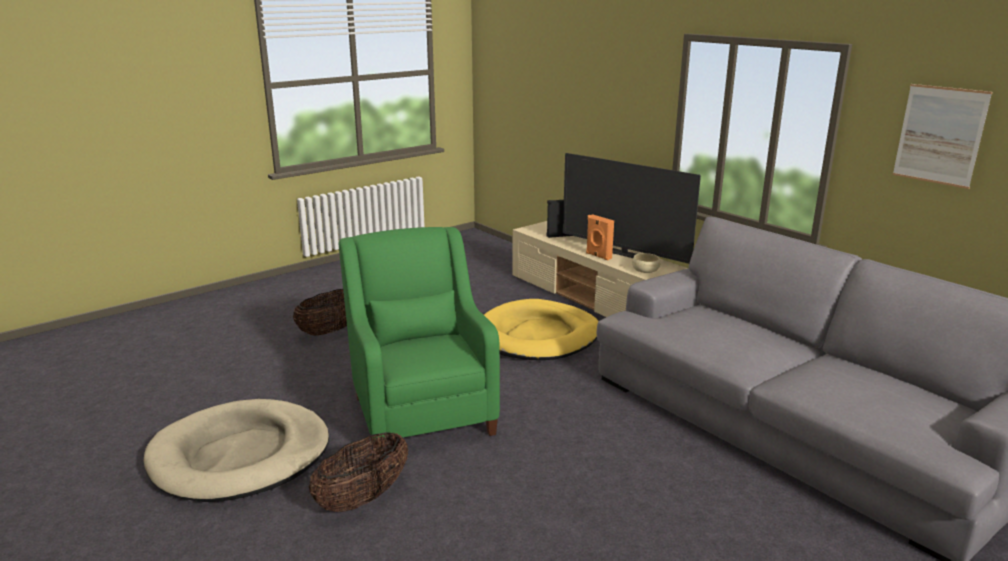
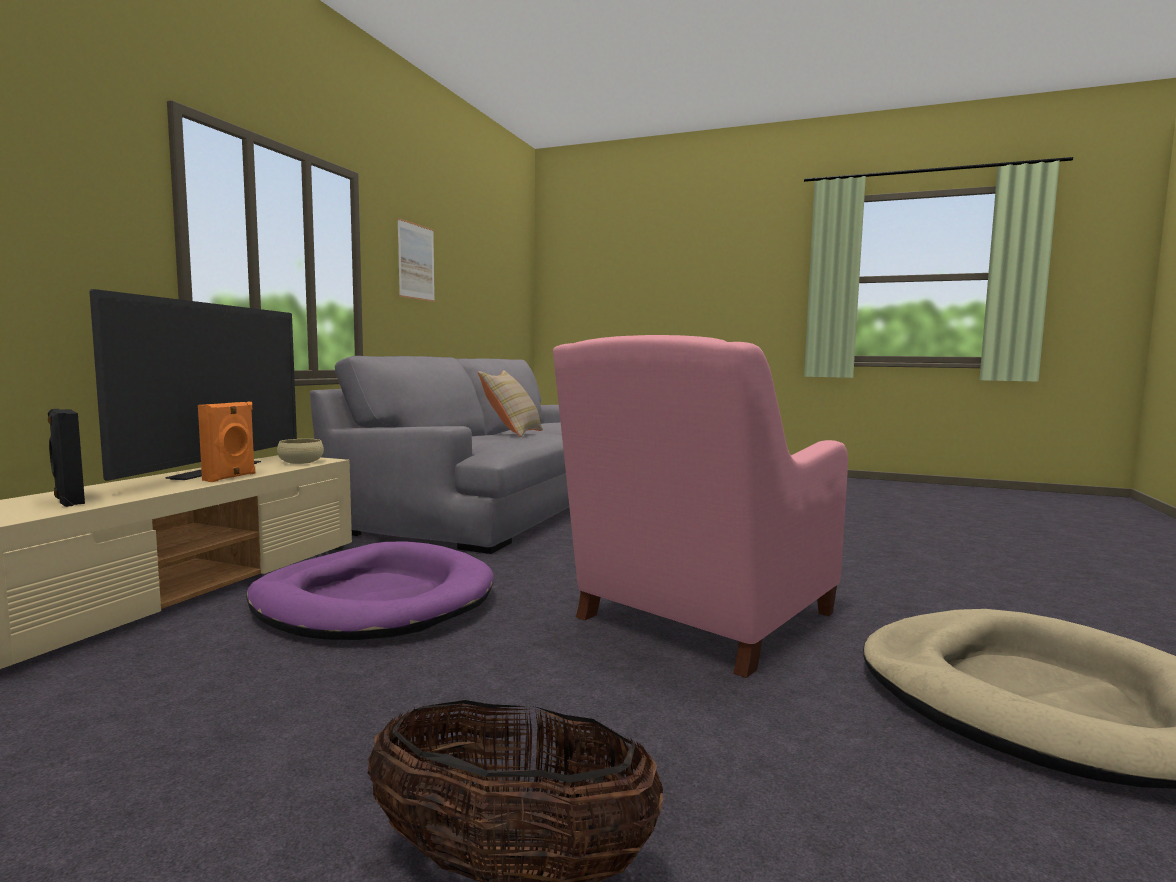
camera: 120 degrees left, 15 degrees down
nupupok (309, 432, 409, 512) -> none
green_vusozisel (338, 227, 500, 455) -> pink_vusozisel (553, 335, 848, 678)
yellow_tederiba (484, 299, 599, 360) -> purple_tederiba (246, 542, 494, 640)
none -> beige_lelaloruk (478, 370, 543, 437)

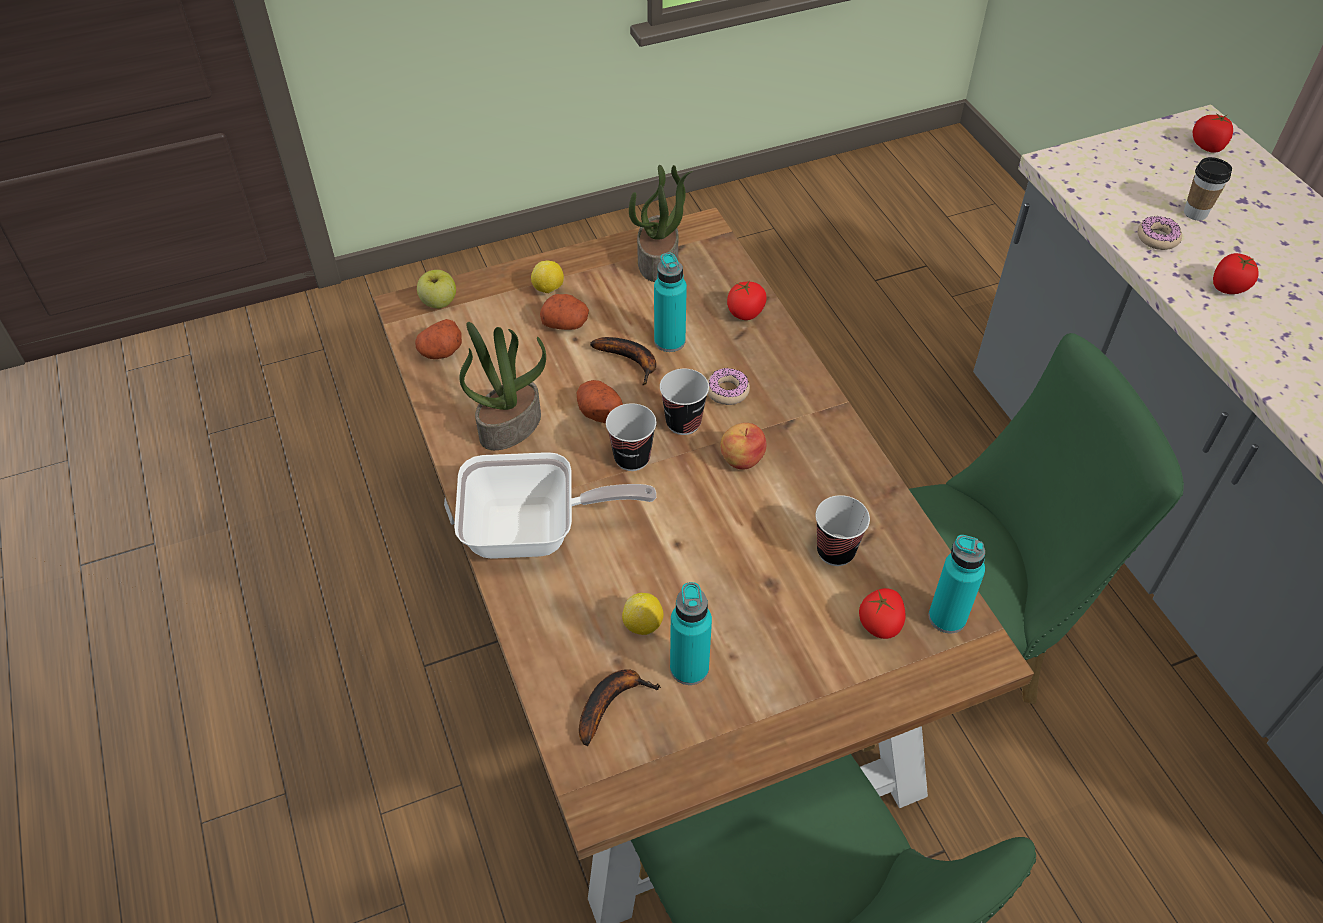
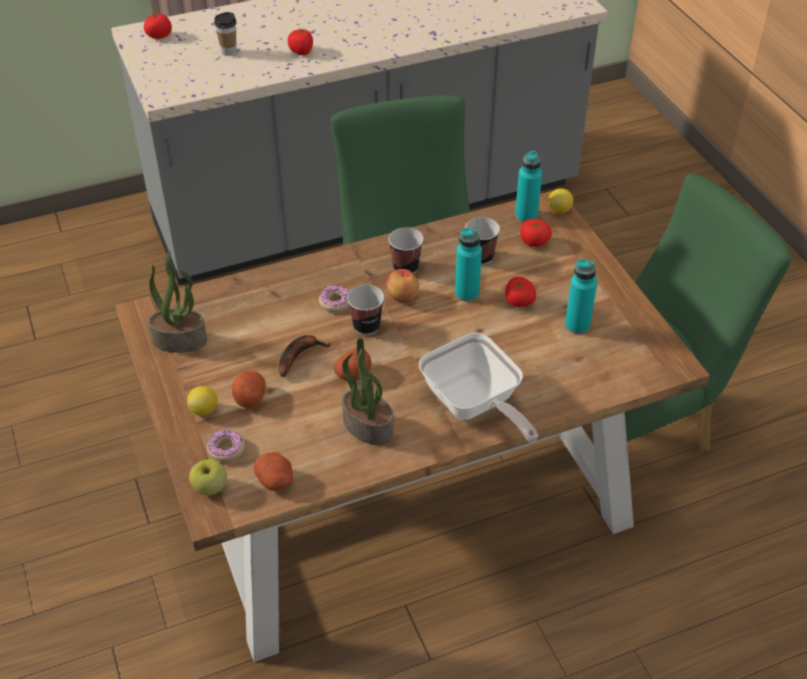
camera: 90 degrees left, 5 degrees down
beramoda (454, 452, 656, 559) -> beramoda (419, 333, 538, 442), 150 degrees clockwise
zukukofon (579, 669, 661, 746) -> none
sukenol (606, 403, 657, 471) -> sukenol (388, 227, 424, 274), shifted
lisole (622, 593, 664, 635) -> lisole (548, 188, 573, 214), shifted
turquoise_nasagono (654, 252, 687, 352) -> turquoise_nasagono (455, 228, 482, 302), shifted
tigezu (727, 281, 767, 320) -> tigezu (505, 277, 536, 307), shifted
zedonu (1138, 216, 1182, 250) -> zedonu (207, 430, 245, 462), shifted

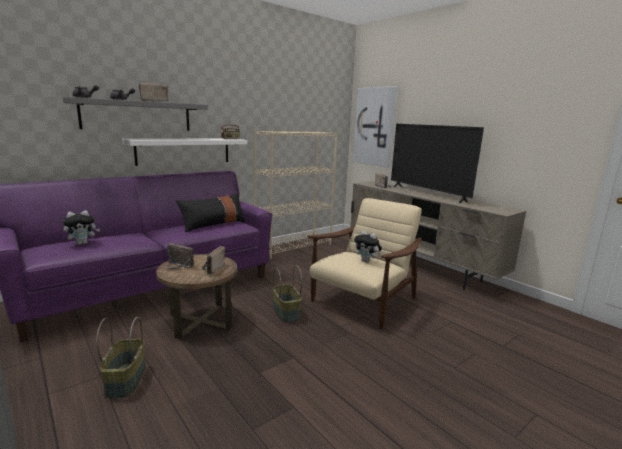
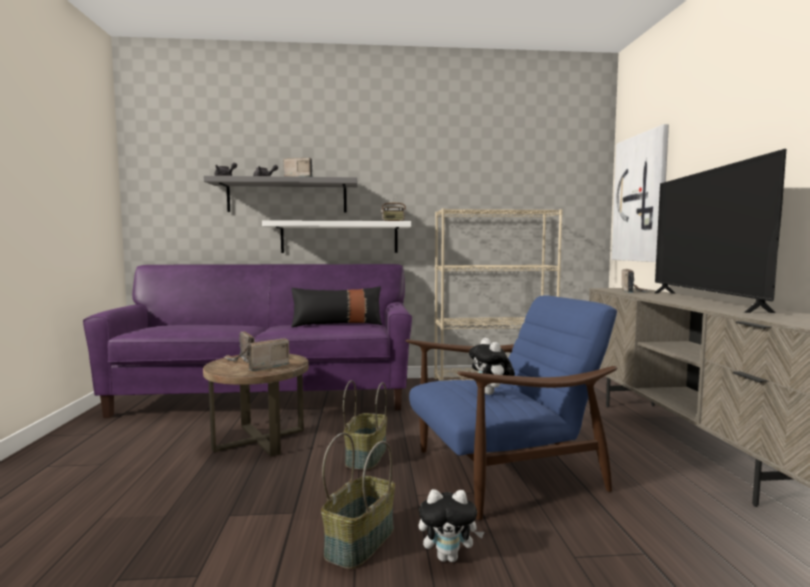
camera: 35 degrees right, 10 degrees down
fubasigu (63, 210, 100, 245) -> fubasigu (419, 489, 484, 562), shifted
nupupok (96, 317, 146, 398) -> nupupok (321, 433, 395, 569), shifted
beige_vusozisel (307, 198, 422, 329) -> blue_vusozisel (406, 295, 617, 520)

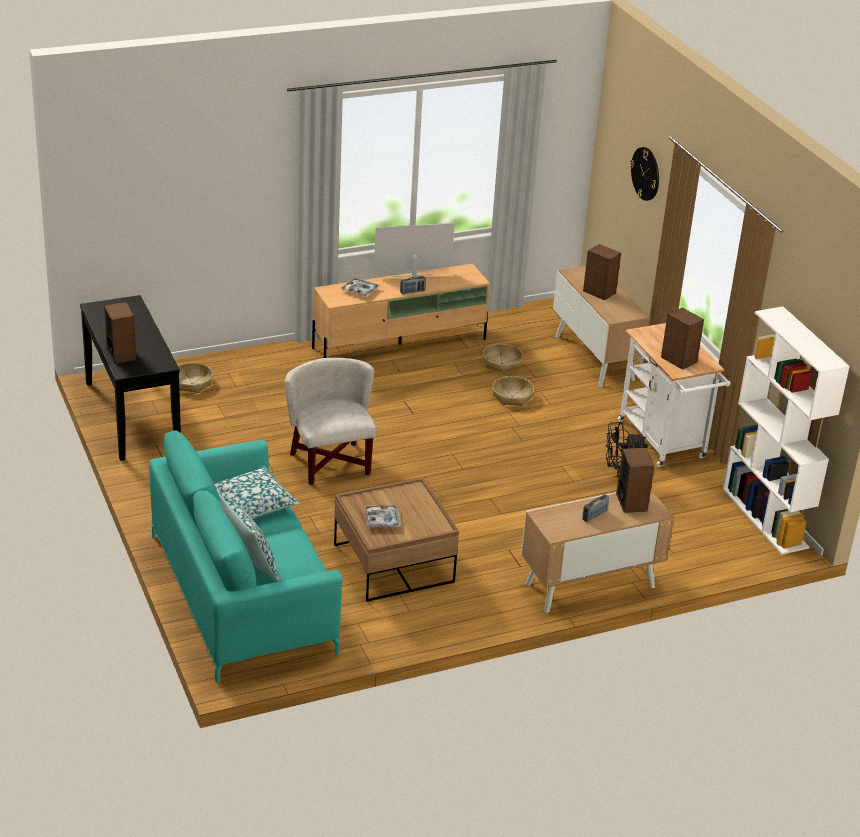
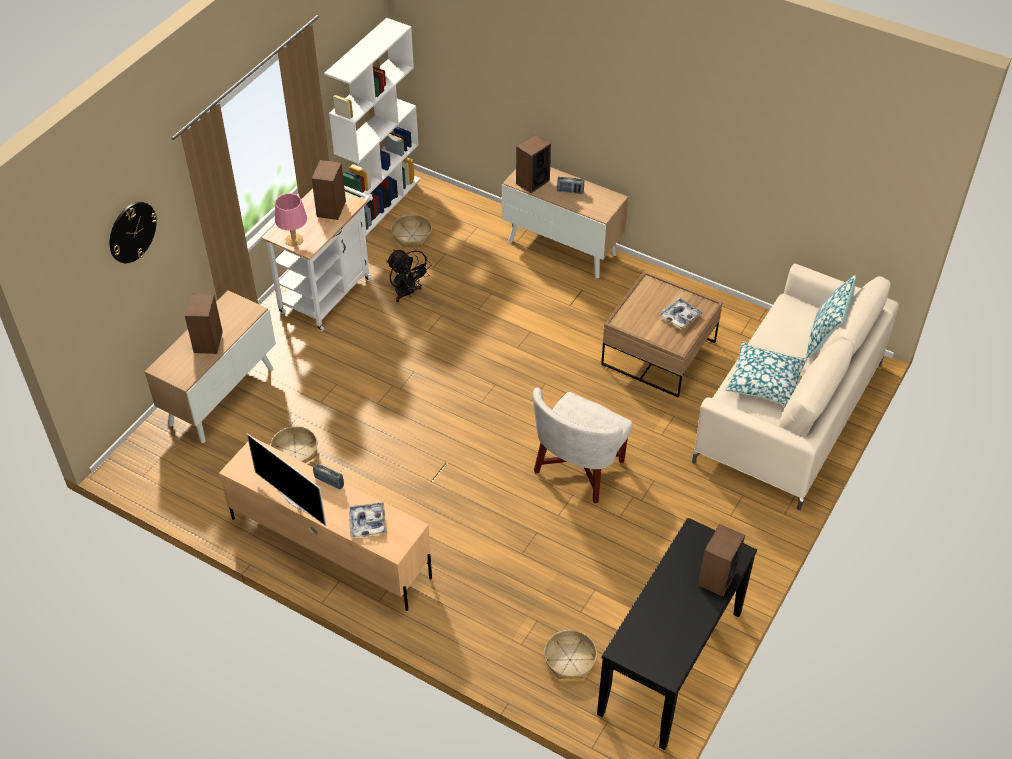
camera: 125 degrees left, 15 degrees up
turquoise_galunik (149, 431, 343, 682) -> beige_galunik (692, 264, 899, 510)
nupupok (493, 376, 534, 406) -> nupupok (391, 214, 432, 248), shifted
none -> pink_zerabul (275, 193, 307, 247)

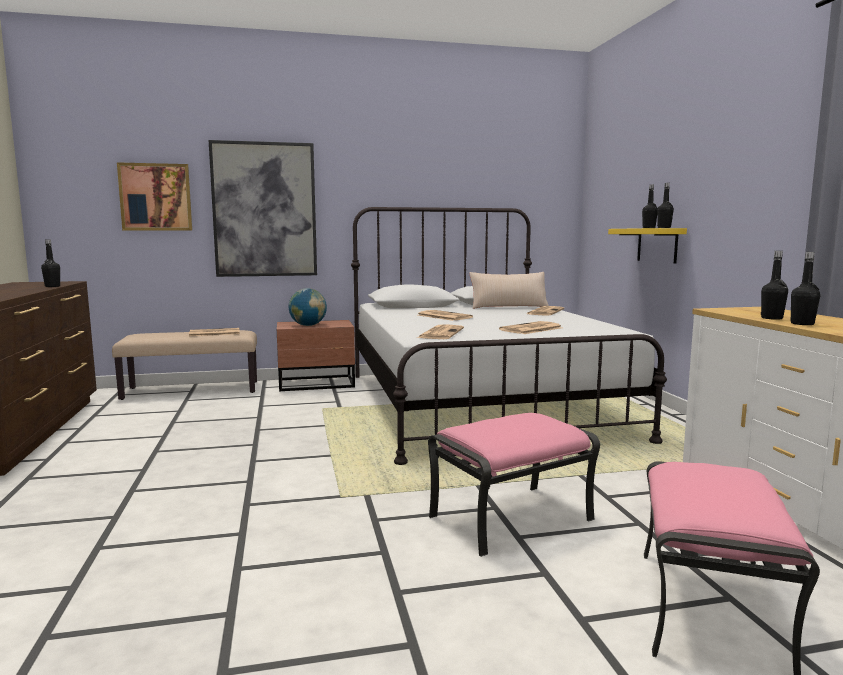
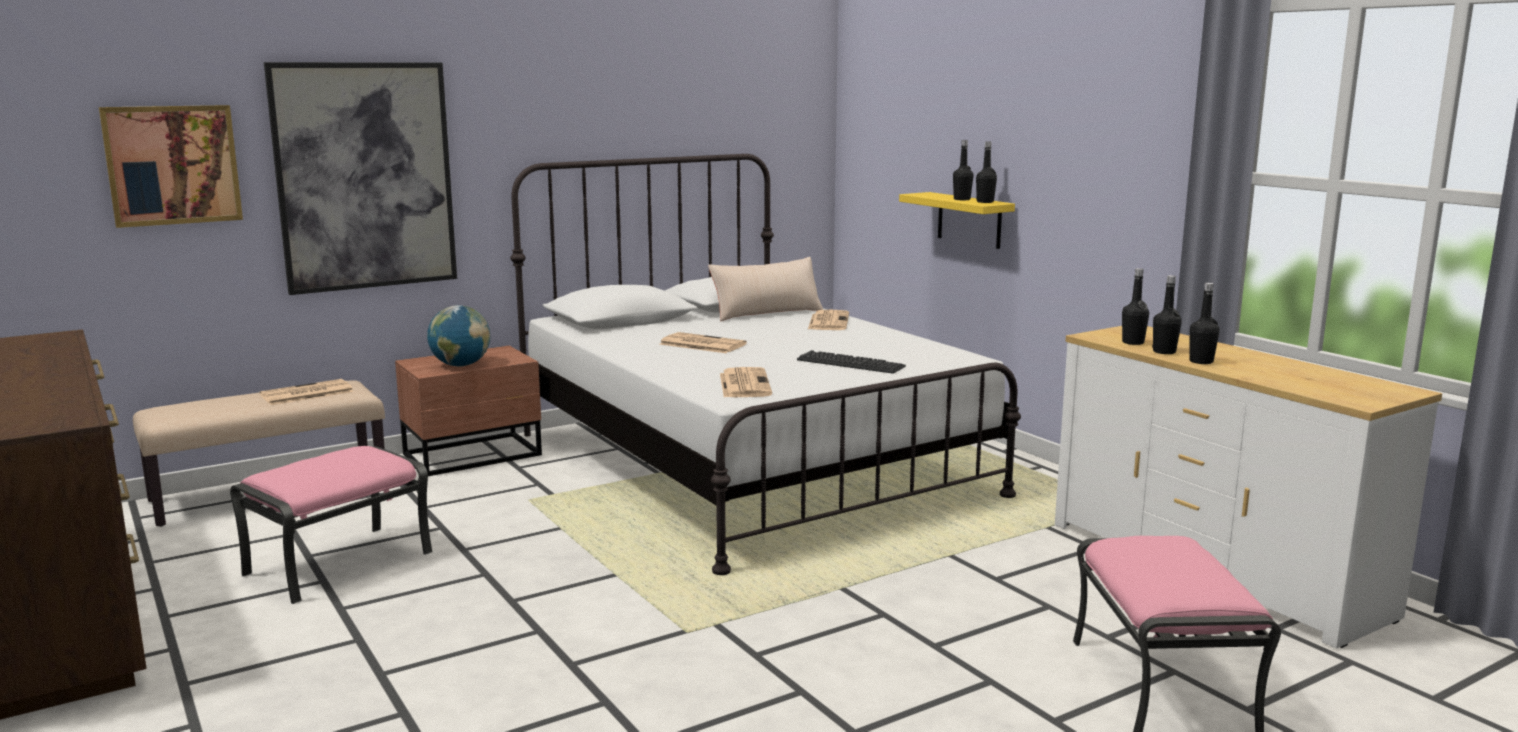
camera: 20 degrees left, 5 degrees up
black_nasagono (41, 239, 60, 287) -> black_nasagono (1122, 268, 1149, 345), shifted
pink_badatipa (428, 413, 600, 557) -> pink_badatipa (230, 446, 432, 604), shifted
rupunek (499, 321, 562, 334) -> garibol (797, 350, 906, 374)

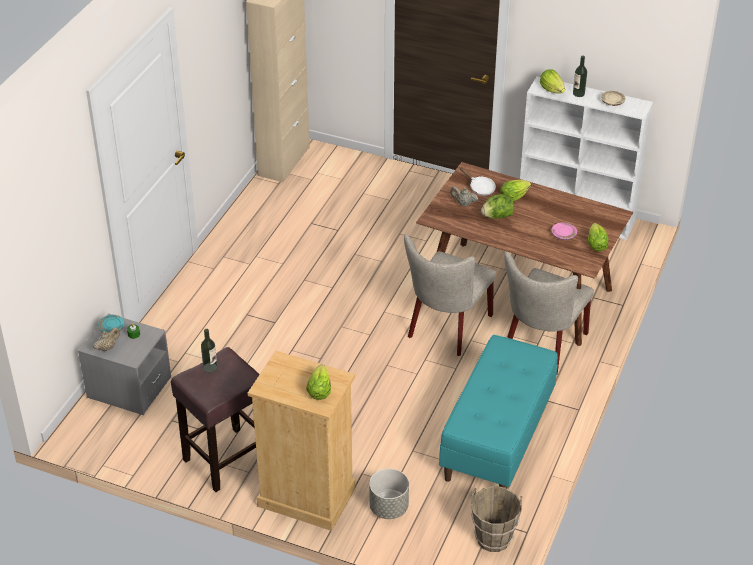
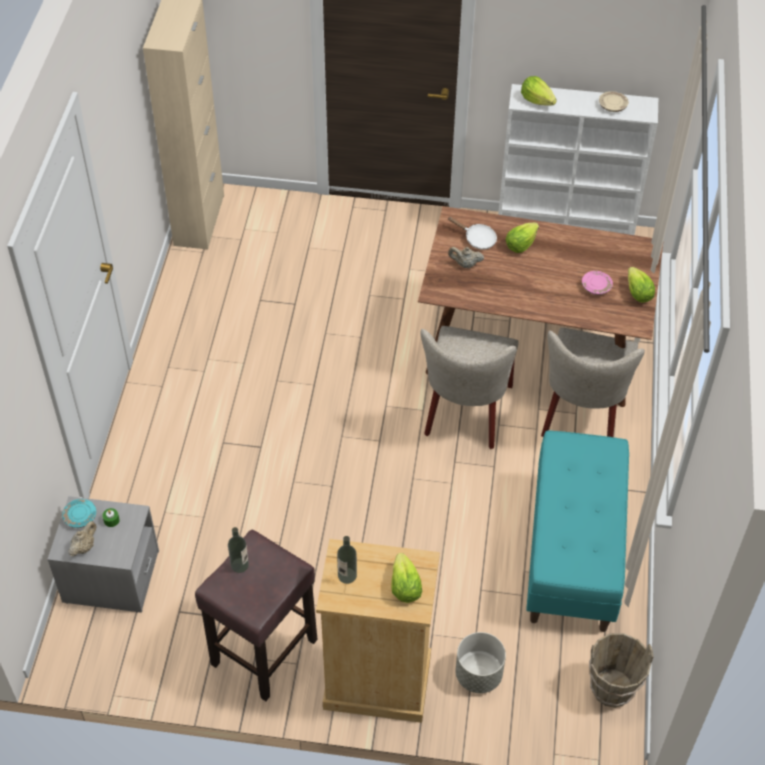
camera: 15 degrees left, 10 degrees up
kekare (481, 194, 514, 219) -> none
nasagono (573, 56, 587, 97) -> nasagono (337, 536, 357, 584), shifted

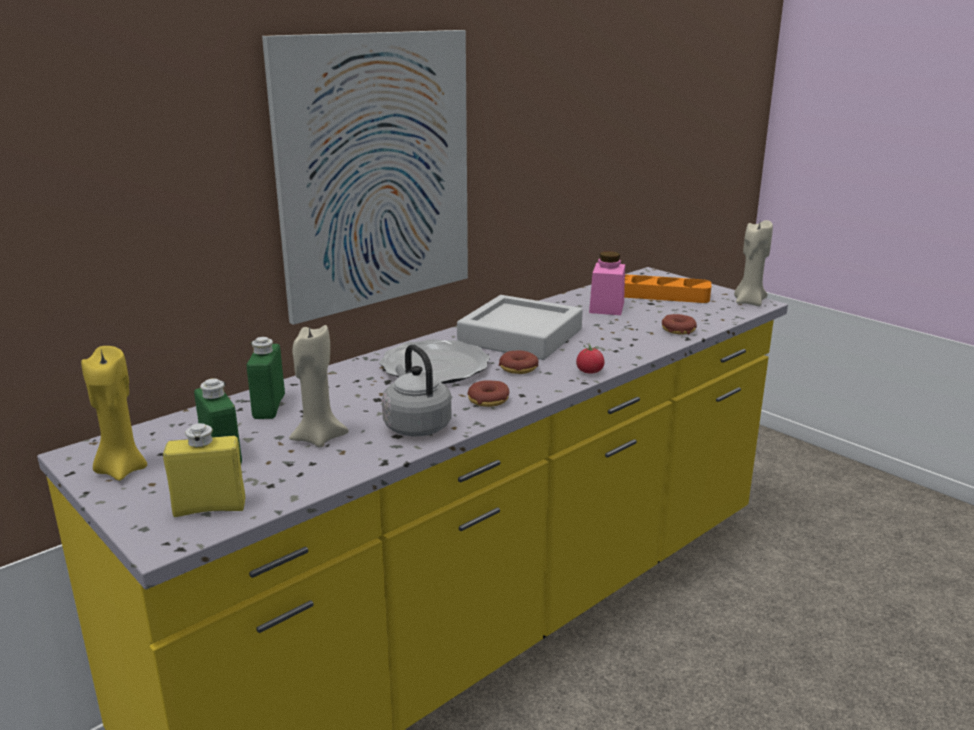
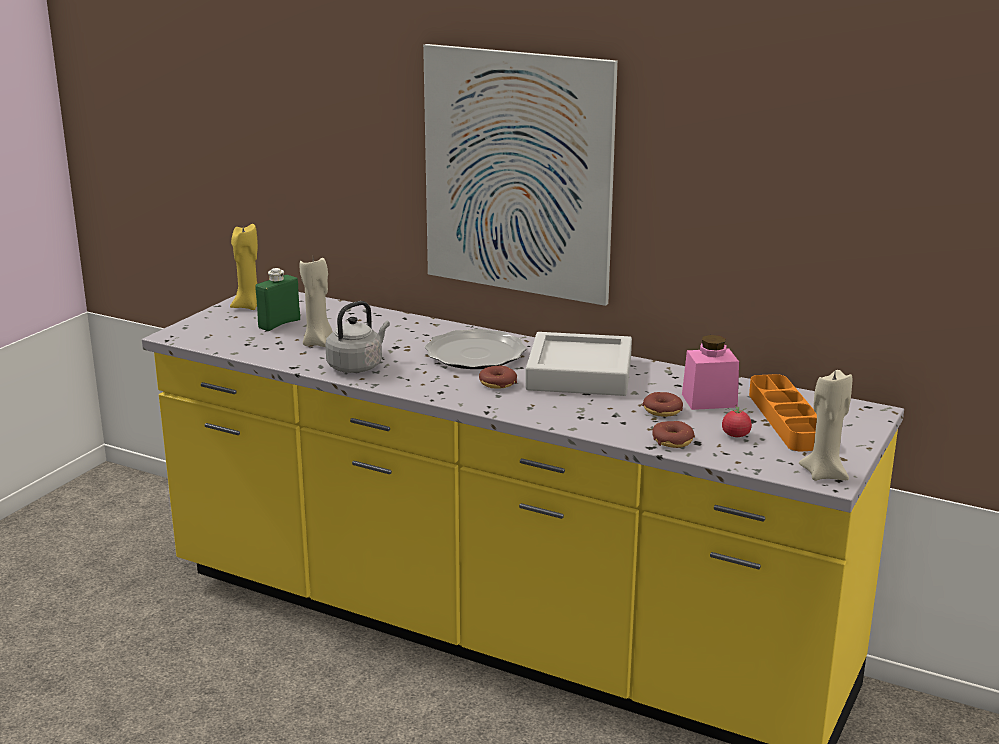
camera: 70 degrees right, 0 degrees up
yellow_nasagono (163, 423, 245, 517) -> none
green_nasagono (247, 337, 285, 419) -> none
zedonu (467, 381, 509, 407) -> zedonu (642, 392, 683, 417), shifted
tigezu (576, 344, 604, 374) -> tigezu (722, 404, 752, 437), shifted

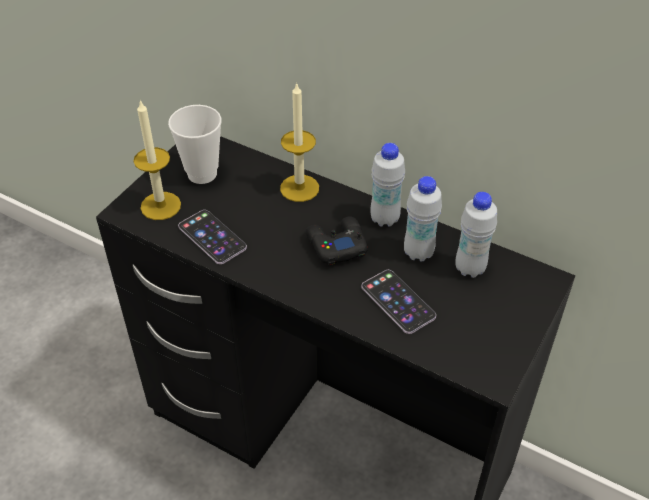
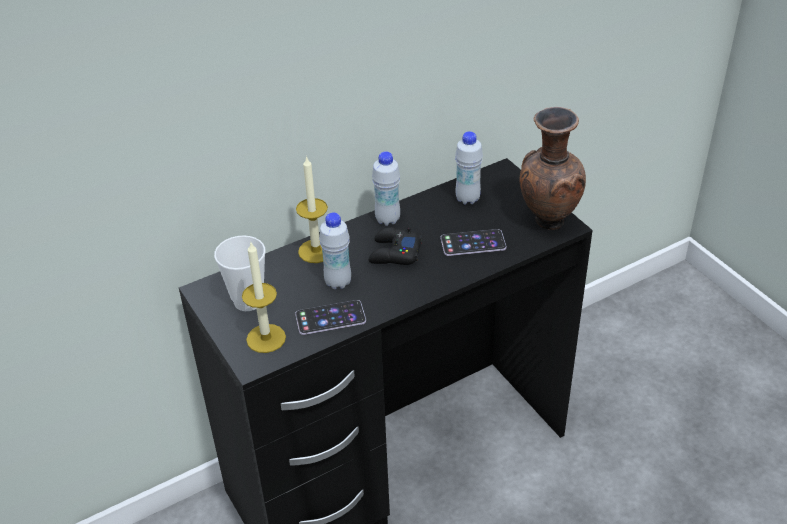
camera: 60 degrees left, 5 degrees down
white_nasagono (404, 176, 442, 261) -> white_nasagono (319, 212, 351, 289), shifted
none -> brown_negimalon (520, 107, 586, 230)

